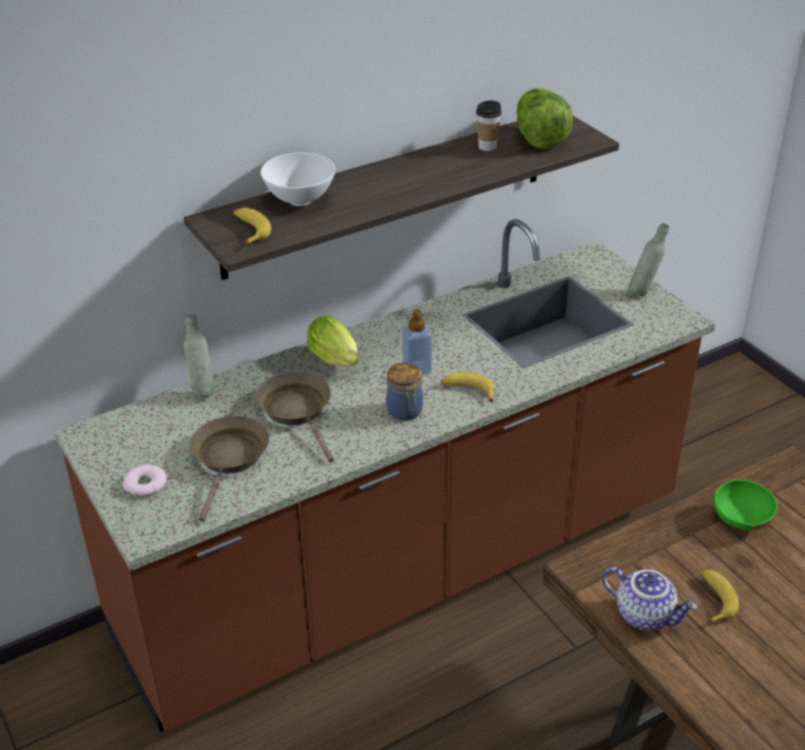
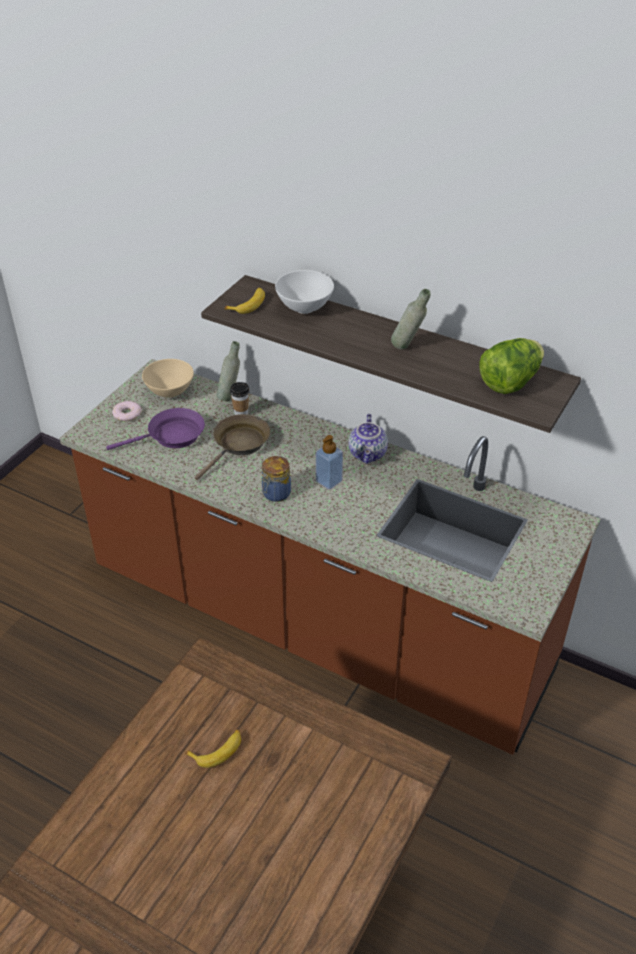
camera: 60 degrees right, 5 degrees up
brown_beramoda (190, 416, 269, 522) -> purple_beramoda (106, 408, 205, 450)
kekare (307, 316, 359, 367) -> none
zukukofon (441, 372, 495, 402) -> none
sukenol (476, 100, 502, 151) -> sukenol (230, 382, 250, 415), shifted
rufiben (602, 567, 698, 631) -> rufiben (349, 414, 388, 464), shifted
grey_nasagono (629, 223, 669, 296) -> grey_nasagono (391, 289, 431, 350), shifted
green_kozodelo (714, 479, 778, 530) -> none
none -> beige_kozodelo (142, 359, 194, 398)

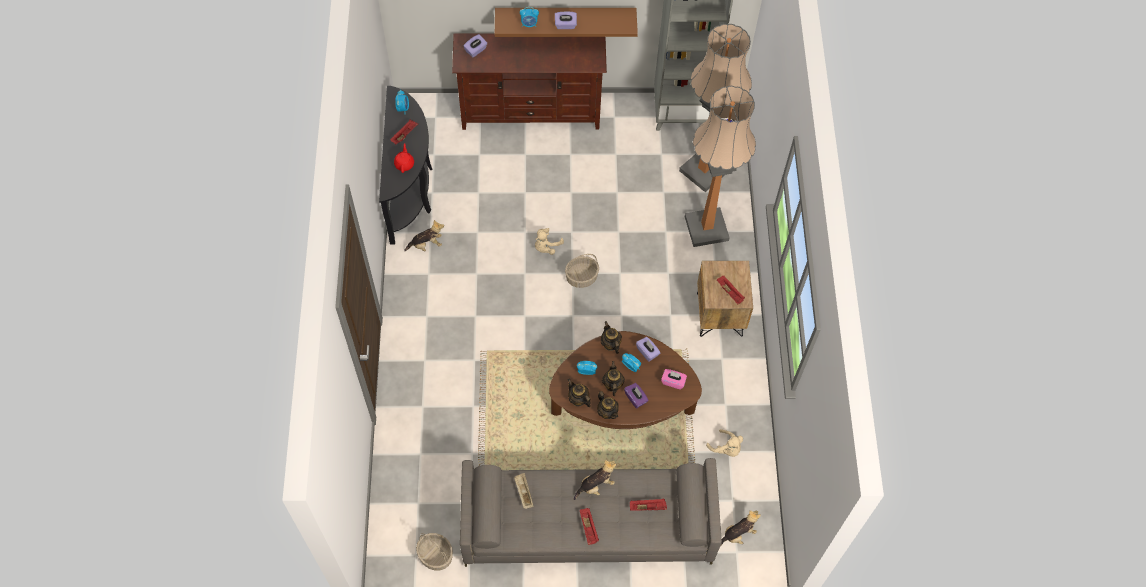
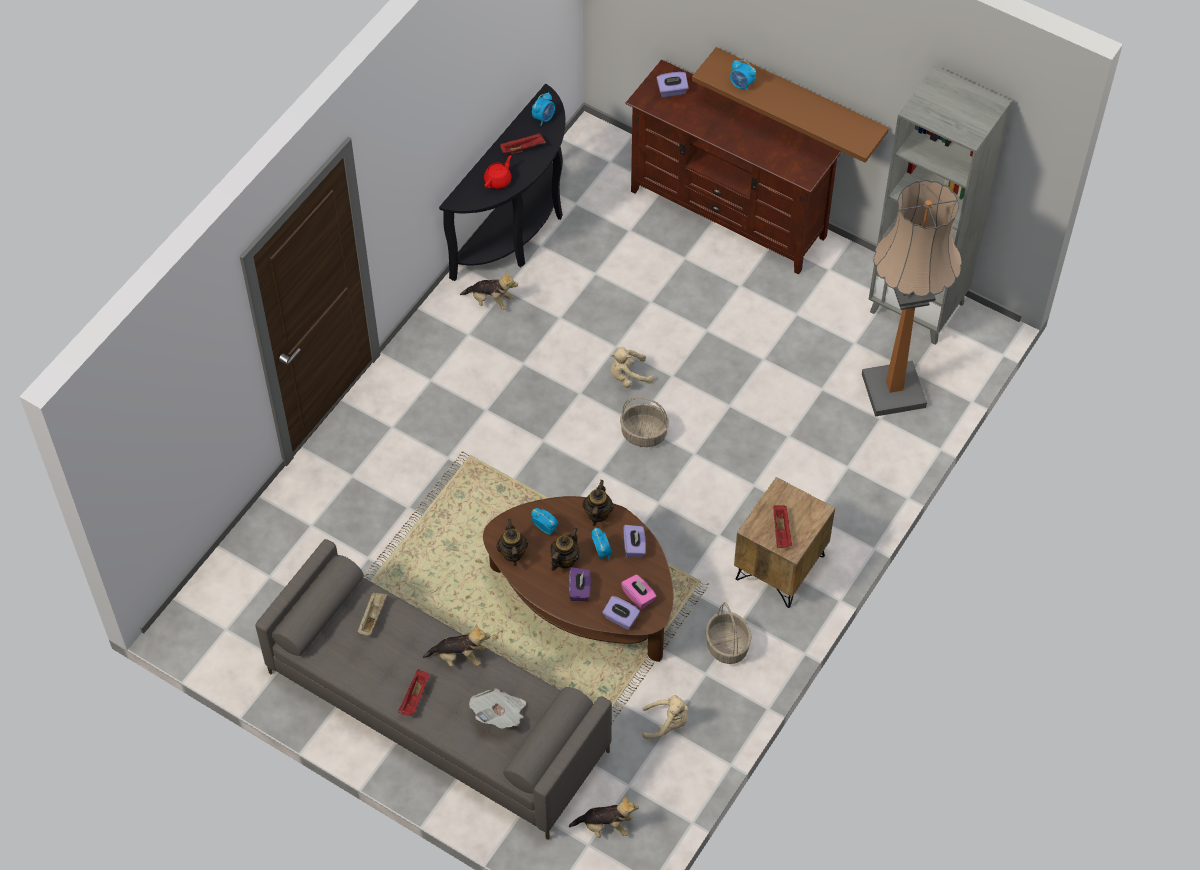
camera: 35 degrees right, 5 degrees down
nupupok (416, 533, 453, 571) -> nupupok (706, 602, 751, 664), shifted
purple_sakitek (555, 12, 577, 29) -> purple_sakitek (602, 596, 640, 630), shifted
rufiben (597, 391, 619, 419) -> none
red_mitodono (630, 498, 667, 511) -> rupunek (469, 688, 526, 729)
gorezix (685, 86, 756, 247) -> none
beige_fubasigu (706, 429, 743, 457) -> beige_fubasigu (643, 695, 688, 739), 75 degrees counterclockwise

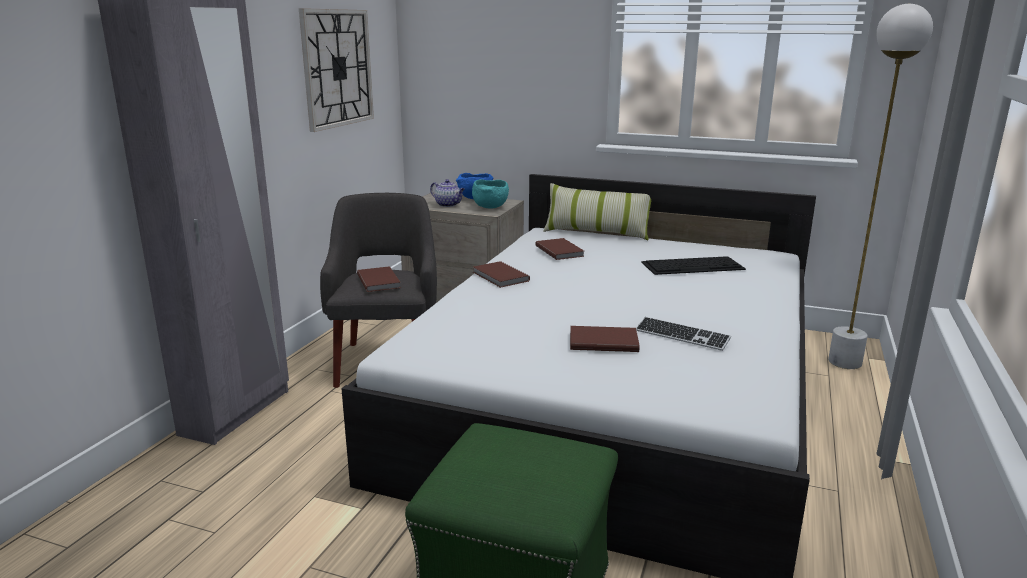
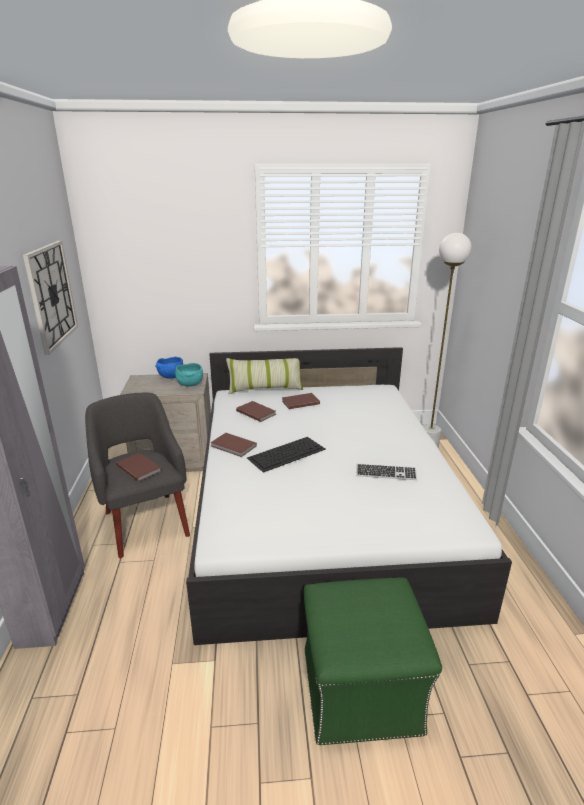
camera: 25 degrees left, 5 degrees up
rufiben (430, 179, 465, 207) -> none
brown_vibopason (570, 326, 640, 352) -> brown_vibopason (282, 393, 320, 409), shifted
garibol (641, 256, 746, 275) -> garibol (247, 437, 326, 473), shifted

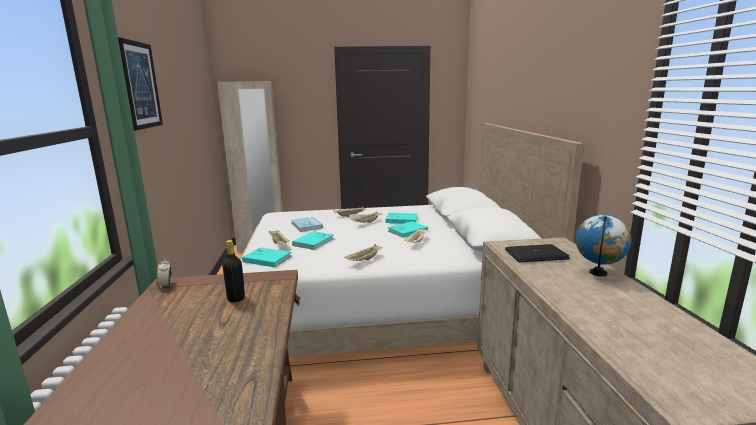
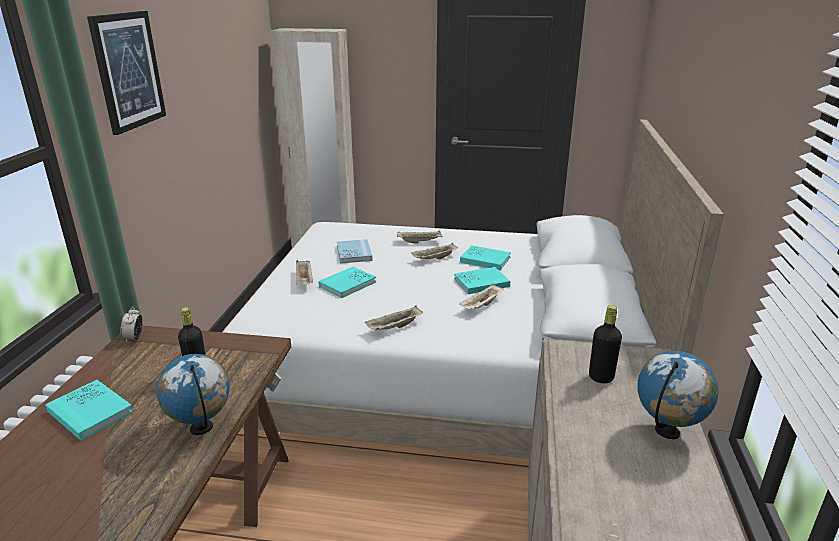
camera: 15 degrees right, 10 degrees up
turquoise_vibopason (242, 247, 291, 267) -> turquoise_vibopason (45, 380, 134, 441), shifted
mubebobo (505, 244, 570, 262) -> black_nasagono (589, 305, 622, 383)
none -> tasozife (157, 354, 230, 435)

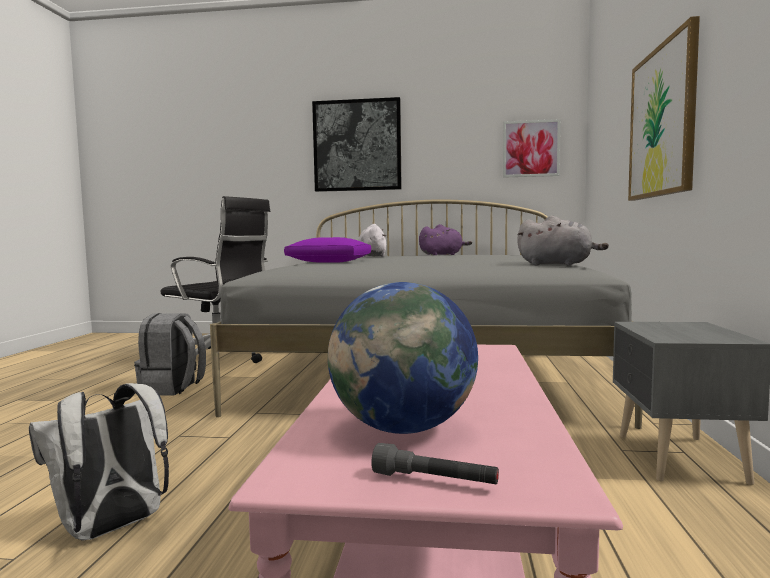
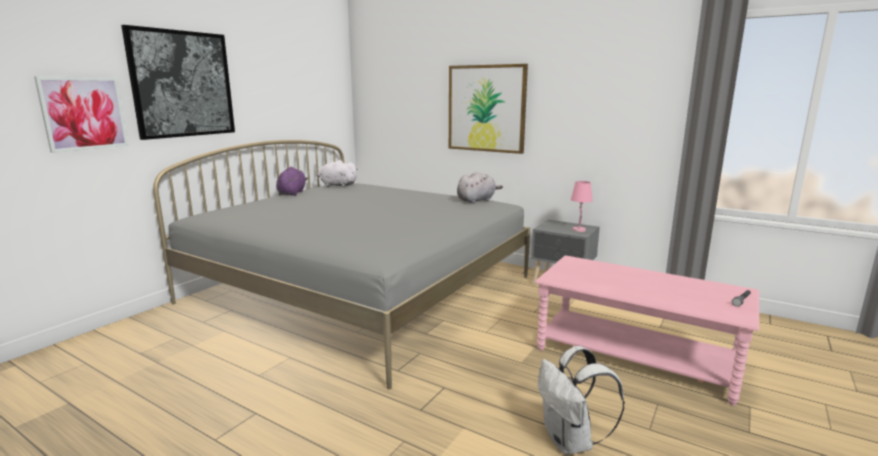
camera: 65 degrees left, 10 degrees up
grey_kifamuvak (134, 313, 206, 395) -> none
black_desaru (161, 196, 270, 370) -> none
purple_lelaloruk (284, 237, 371, 263) -> none
tasozife (328, 282, 478, 434) -> none
white_fubasigu (358, 224, 387, 257) -> white_fubasigu (317, 160, 358, 187), shifted
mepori (503, 119, 560, 178) -> mepori (35, 77, 129, 153), shifted
none -> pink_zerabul (571, 181, 593, 232)

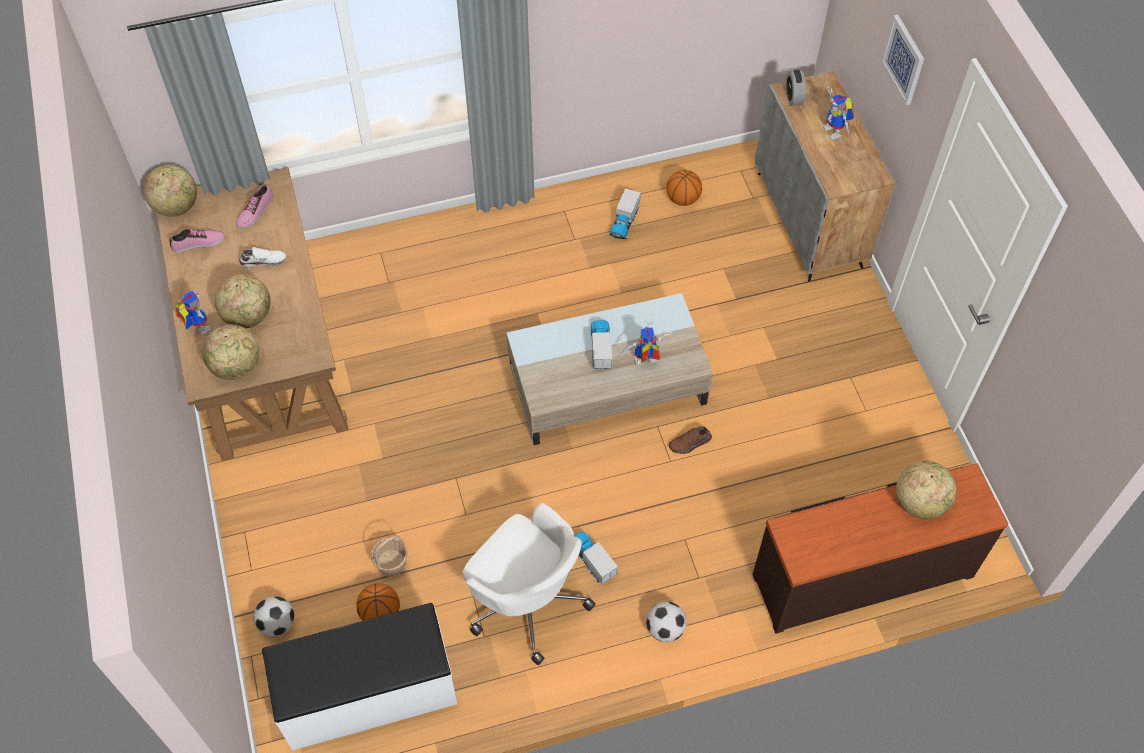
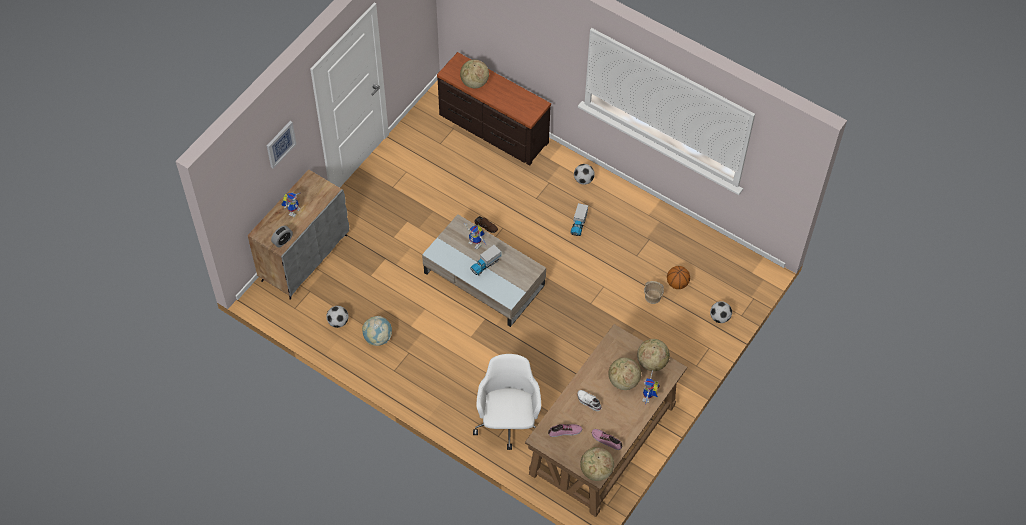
camera: 130 degrees left, 0 degrees up
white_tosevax (262, 603, 457, 751) -> none
white_desaru (462, 503, 596, 665) -> white_desaru (473, 354, 541, 450), shifted
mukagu (610, 188, 641, 239) -> tasozife (362, 316, 392, 346)
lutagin (667, 170, 702, 206) -> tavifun (327, 306, 348, 328)

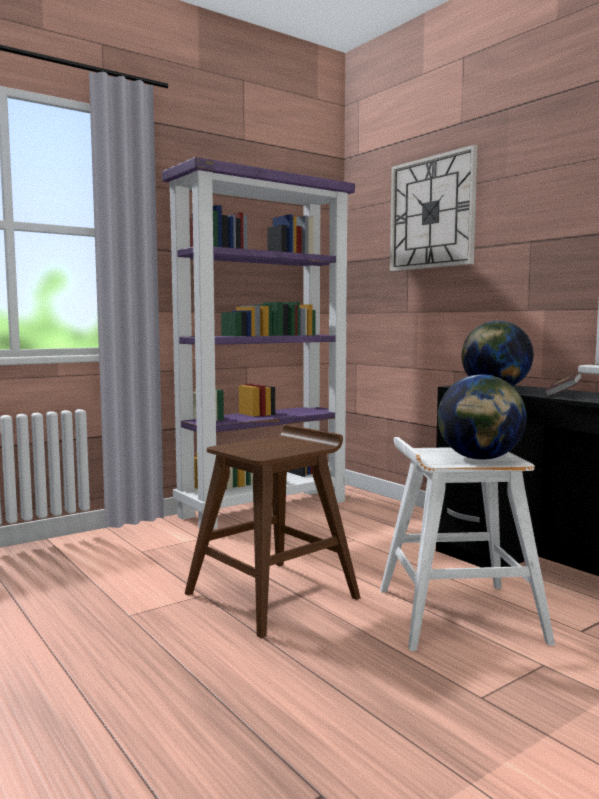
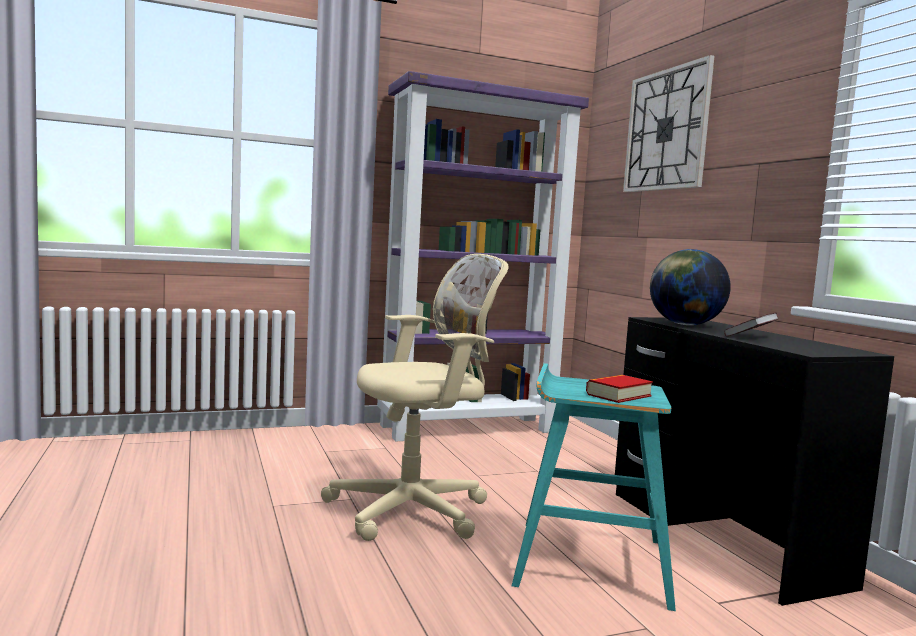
camera: 15 degrees right, 0 degrees up
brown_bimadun (185, 425, 361, 638) -> beige_desaru (321, 254, 509, 541)
white_bimadun (380, 437, 555, 651) -> turquoise_bimadun (512, 363, 676, 611)
tasozife (438, 374, 527, 460) -> vibopason (586, 375, 653, 403)

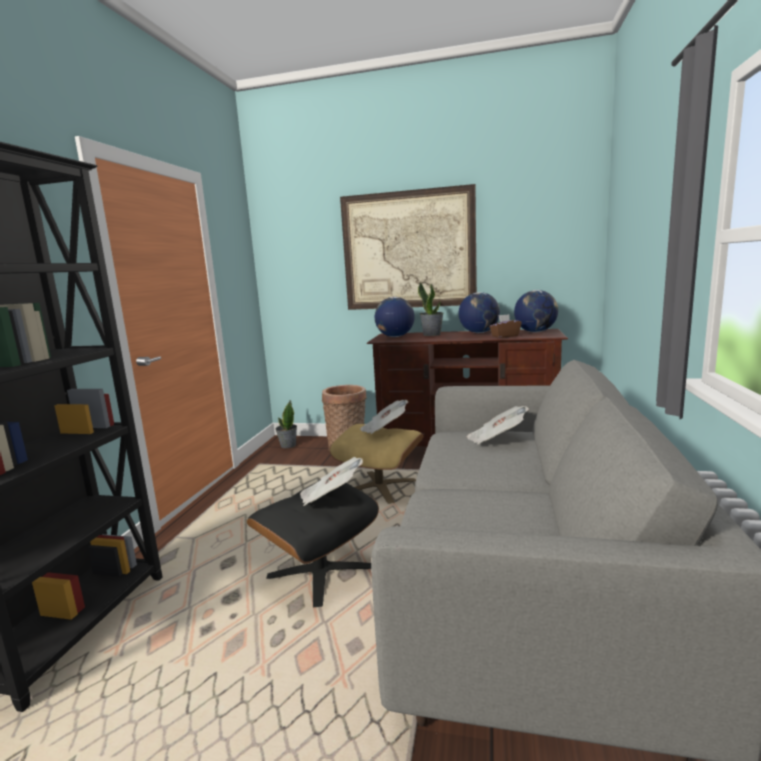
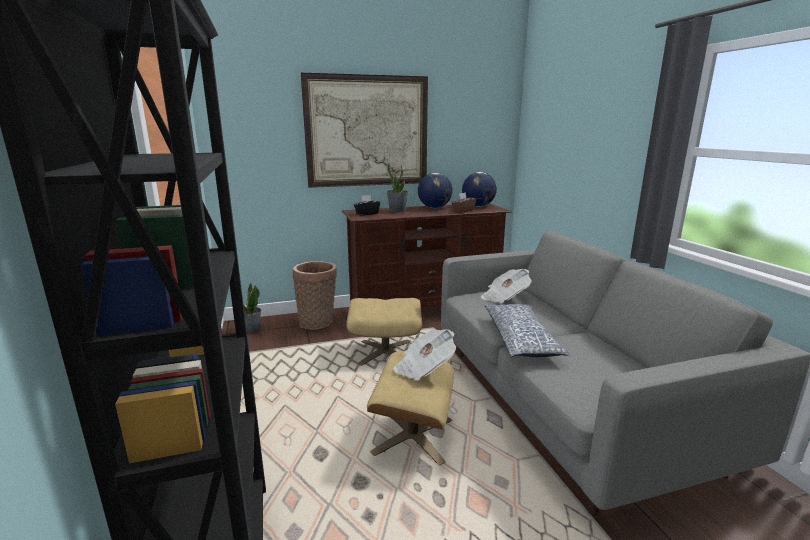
camera: 30 degrees left, 5 degrees up
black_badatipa (247, 480, 379, 607) -> beige_badatipa (367, 351, 454, 466)
rupunek (360, 400, 408, 434) -> none
tasozife (375, 297, 415, 337) -> black_sakitek (354, 195, 380, 215)
none -> lelaloruk (485, 304, 570, 357)

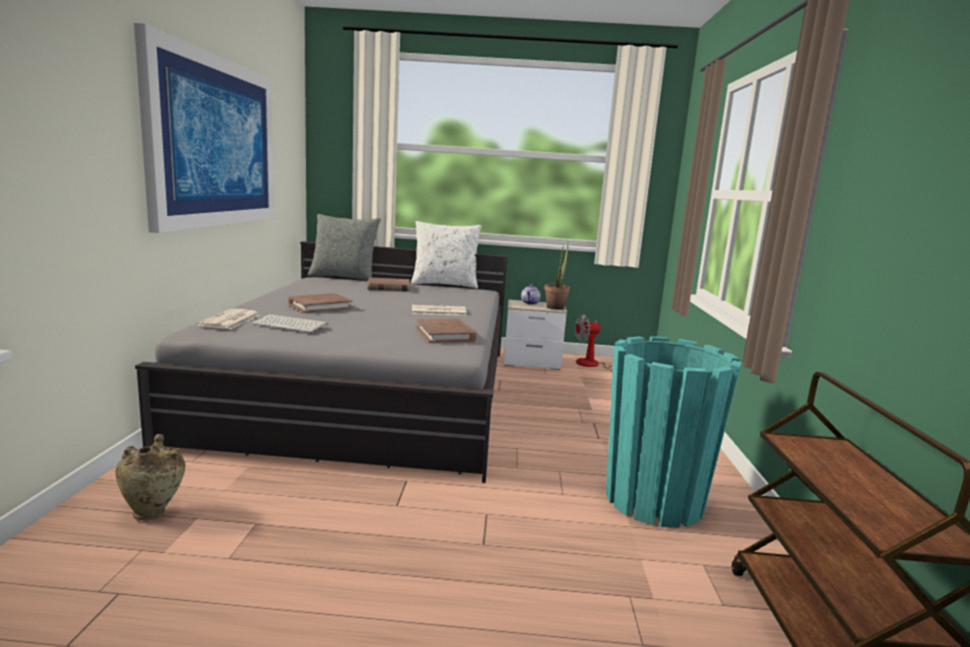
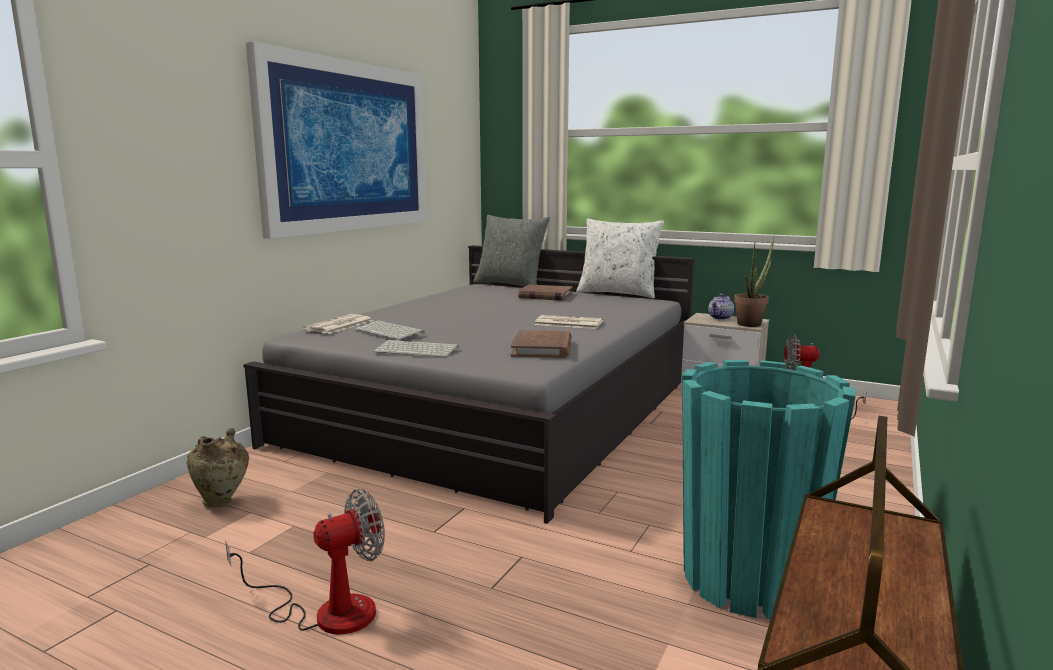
camera: 25 degrees right, 0 degrees up
brown_vibopason (288, 293, 353, 313) -> none
none -> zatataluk (225, 489, 385, 634)
none -> garibol (373, 340, 459, 357)

